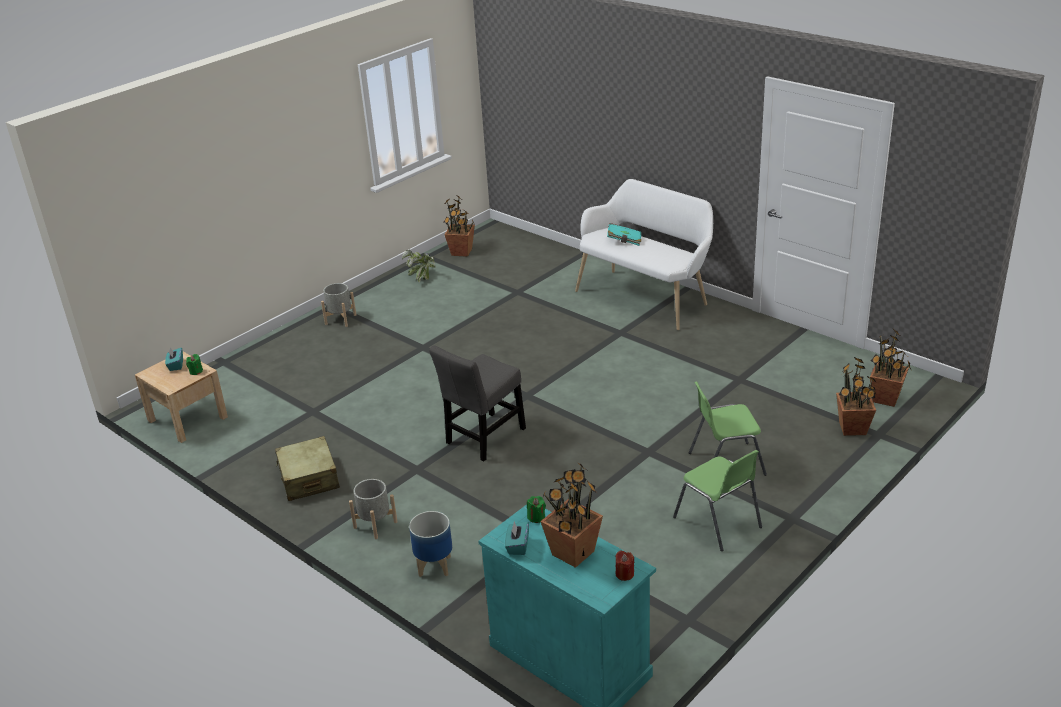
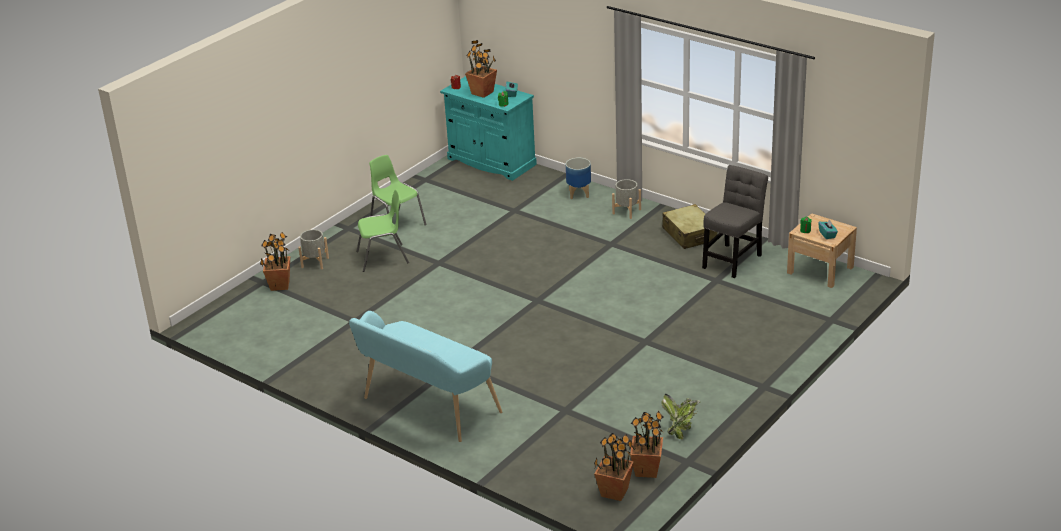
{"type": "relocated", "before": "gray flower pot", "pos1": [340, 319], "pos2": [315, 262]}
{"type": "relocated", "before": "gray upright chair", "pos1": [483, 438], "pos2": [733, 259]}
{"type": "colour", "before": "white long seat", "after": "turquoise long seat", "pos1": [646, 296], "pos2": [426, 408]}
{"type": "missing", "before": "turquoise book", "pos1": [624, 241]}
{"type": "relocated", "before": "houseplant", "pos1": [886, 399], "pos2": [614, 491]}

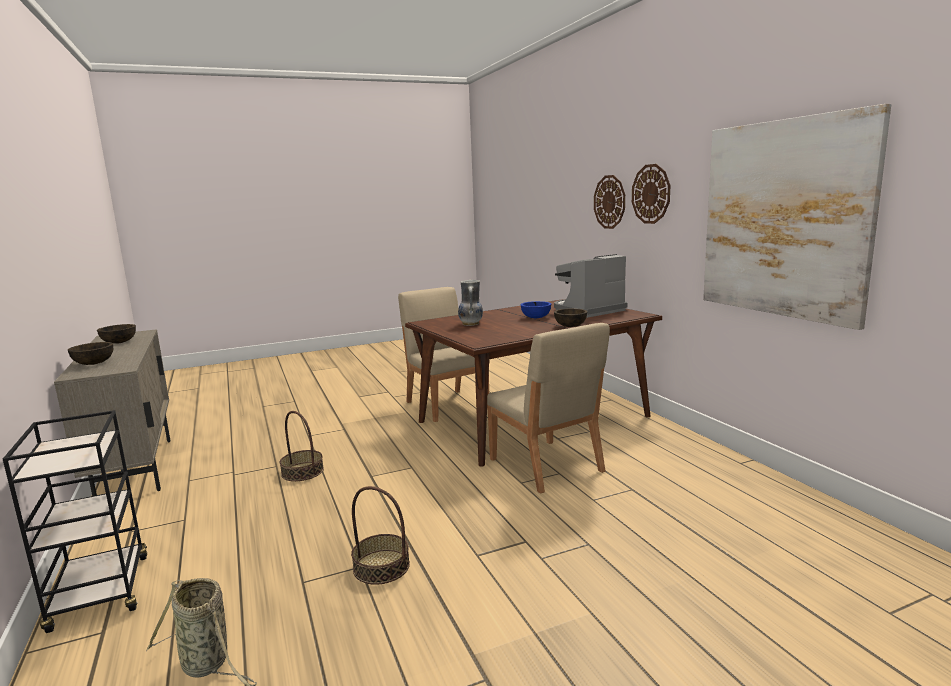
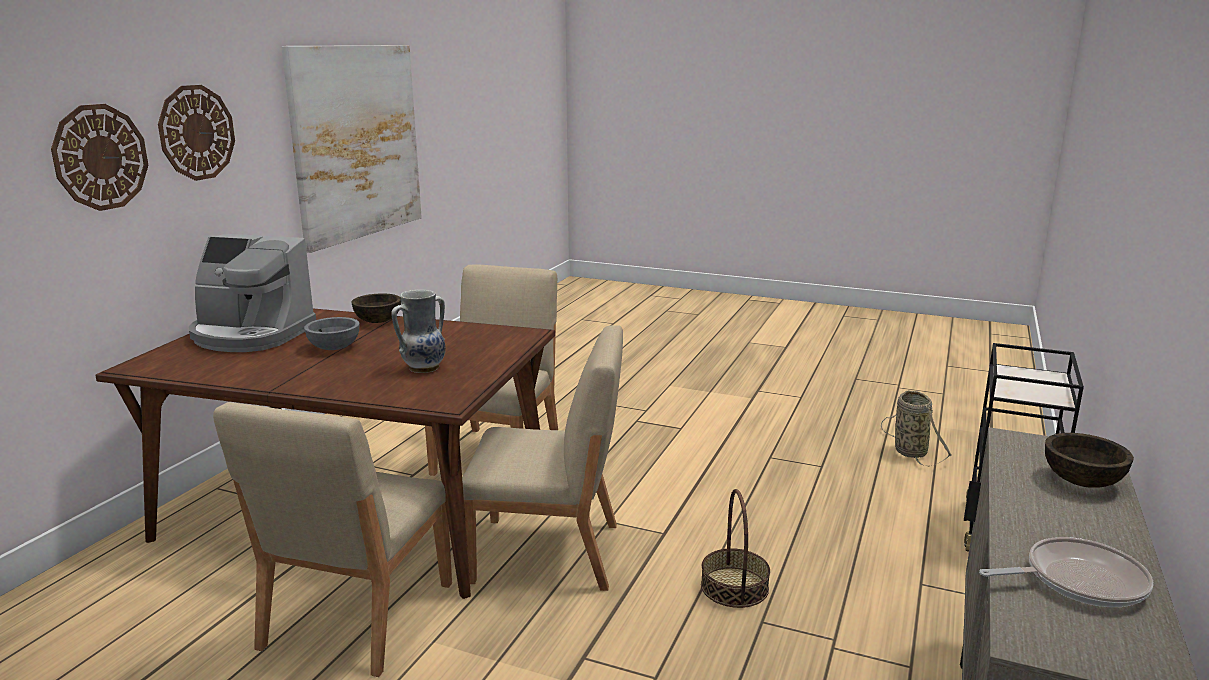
{"type": "exchanged", "before": "brown bowl", "after": "frying pan", "pos1": [119, 342], "pos2": [1078, 581]}
{"type": "missing", "before": "household basket", "pos1": [381, 567]}
{"type": "colour", "before": "blue bowl", "after": "gray bowl", "pos1": [536, 317], "pos2": [334, 347]}
{"type": "appeared", "after": "beige upright chair", "pos2": [548, 553]}

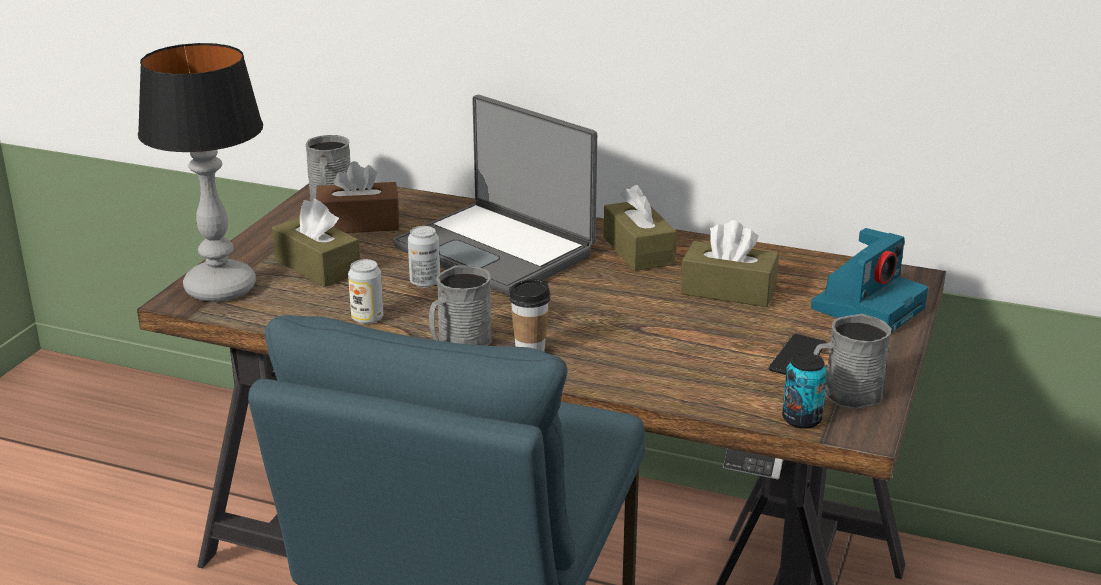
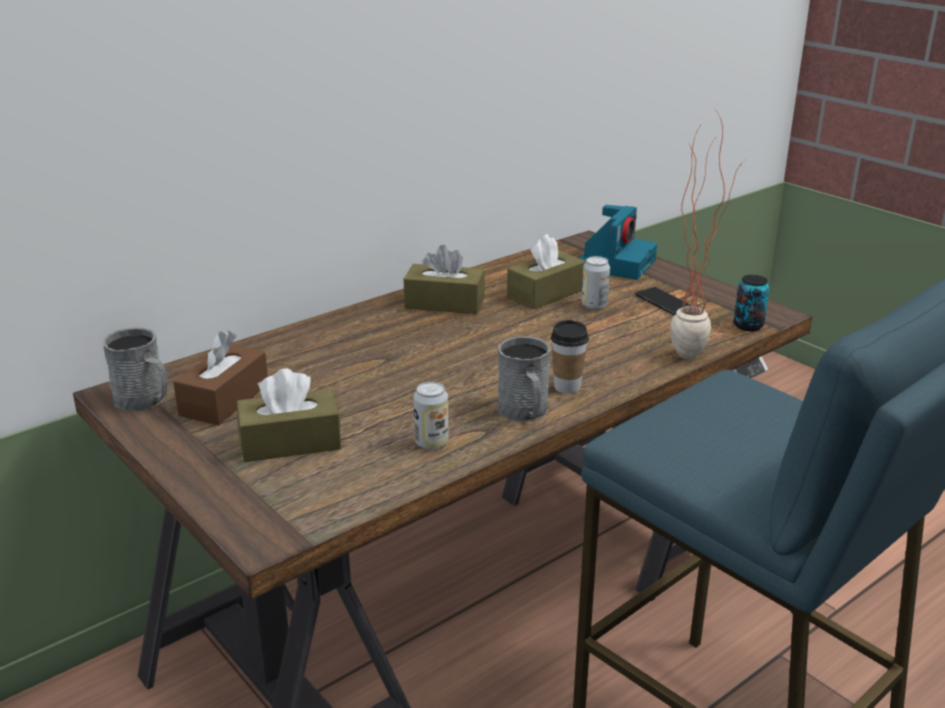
{"type": "missing", "before": "lamp for a table", "pos1": [220, 289]}
{"type": "missing", "before": "notebook computer", "pos1": [497, 250]}
{"type": "relocated", "before": "sealed can", "pos1": [425, 282], "pos2": [594, 305]}
{"type": "spun", "before": "still camera", "pos1": [868, 307], "pos2": [615, 263], "turn": 45}
{"type": "missing", "before": "gray tea mug", "pos1": [844, 395]}
{"type": "appeared", "after": "houseplant", "pos2": [694, 351]}

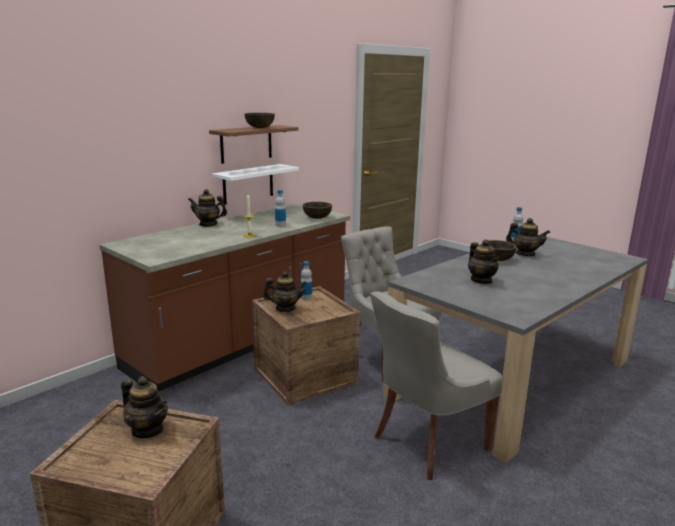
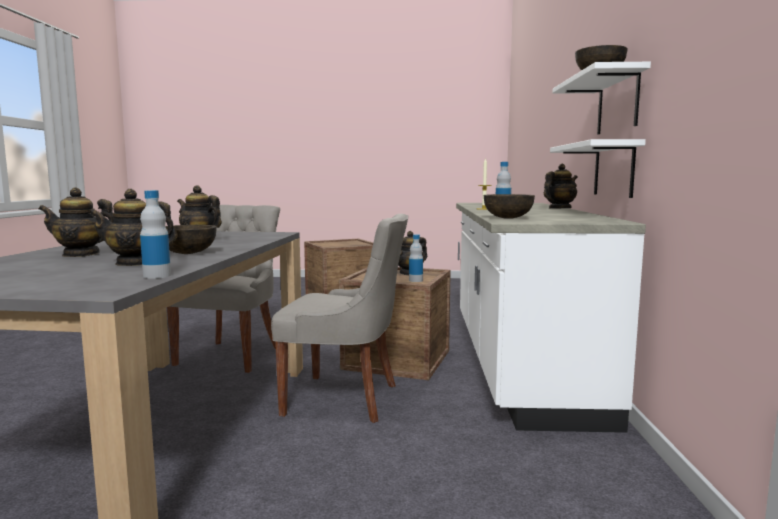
{"type": "colour", "before": "brown kitchen counter", "after": "white kitchen counter", "pos1": [242, 341], "pos2": [518, 363]}
{"type": "relocated", "before": "pot for tea", "pos1": [148, 430], "pos2": [81, 254]}
{"type": "colour", "before": "brown bracket shelf", "after": "white bracket shelf", "pos1": [246, 144], "pos2": [617, 103]}

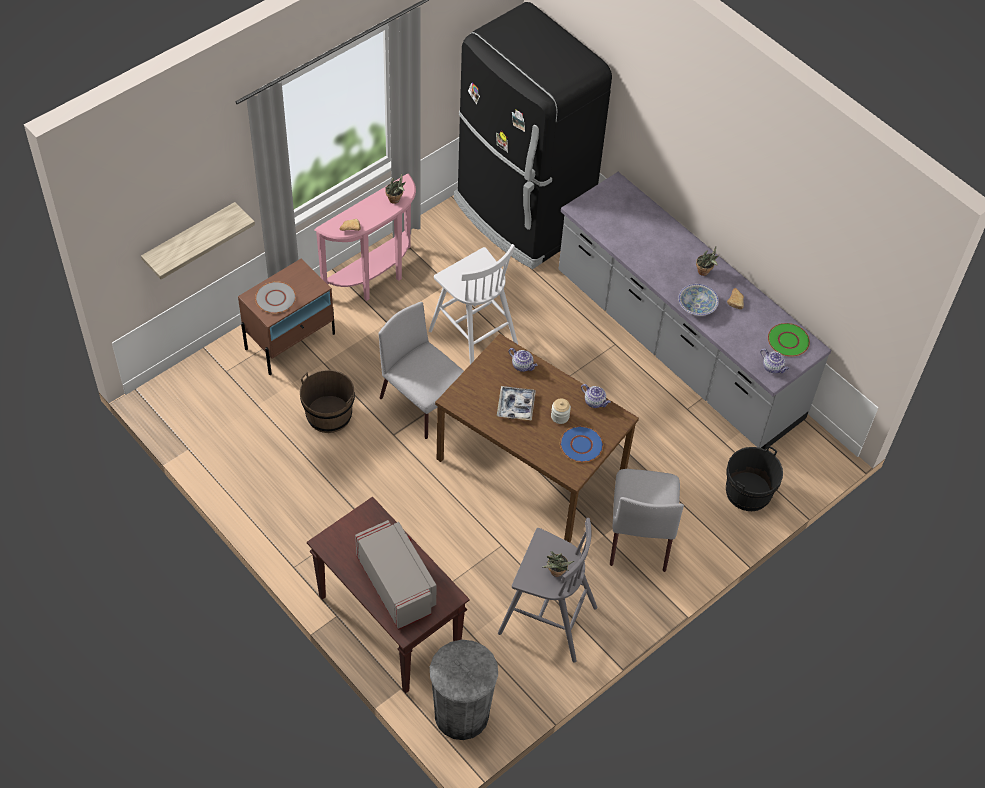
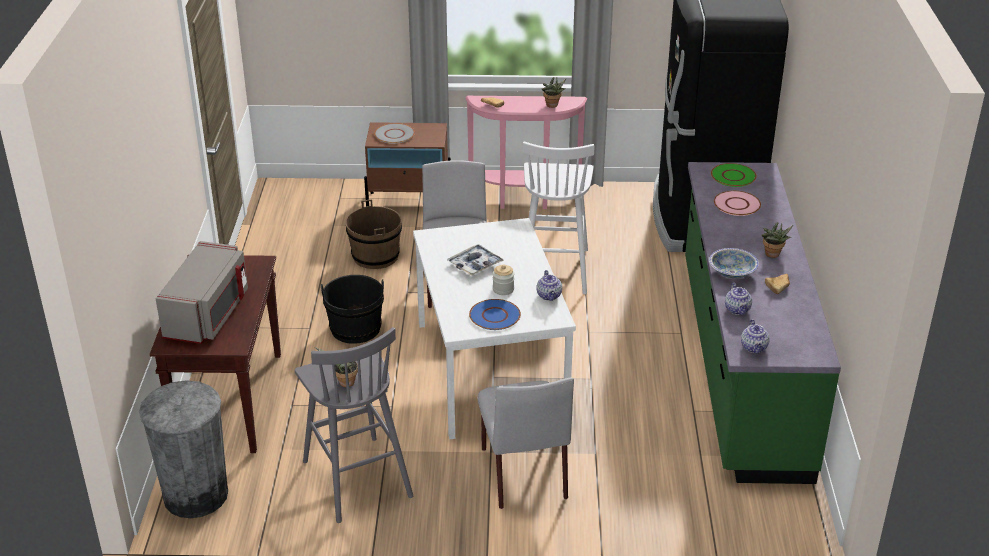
{"type": "missing", "before": "bracket shelf", "pos1": [190, 239]}
{"type": "colour", "before": "brown dinner table", "after": "white dinner table", "pos1": [532, 467], "pos2": [491, 371]}
{"type": "relocated", "before": "pot for tea", "pos1": [523, 365], "pos2": [738, 310]}
{"type": "colour", "before": "gray kitchen counter", "after": "green-coloured kitchen counter", "pos1": [677, 347], "pos2": [740, 364]}
{"type": "spun", "before": "gray upright chair", "pos1": [639, 536], "pos2": [523, 472], "turn": -60}
{"type": "relocated", "before": "black pail", "pos1": [748, 492], "pos2": [355, 329]}
{"type": "relocated", "before": "green-coloured dinner plate", "pos1": [788, 340], "pos2": [733, 176]}
{"type": "appeared", "after": "pinkish dinner plate", "pos2": [736, 204]}

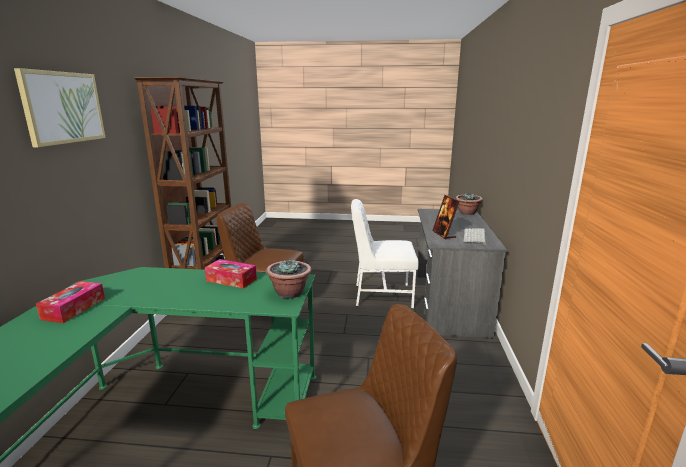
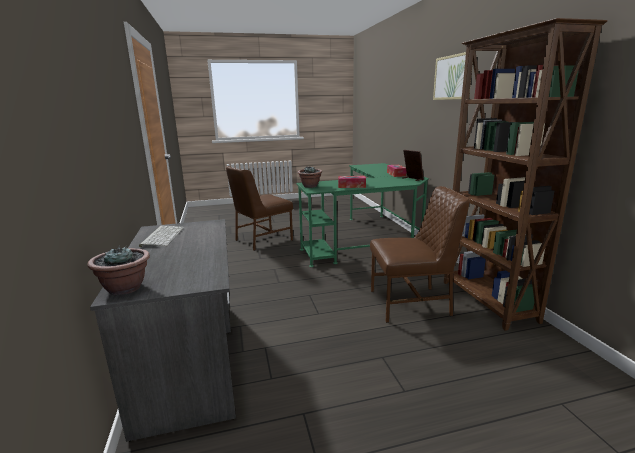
{"type": "missing", "before": "white upright chair", "pos1": [381, 295]}
{"type": "relocated", "before": "photo frame", "pos1": [444, 234], "pos2": [412, 179]}

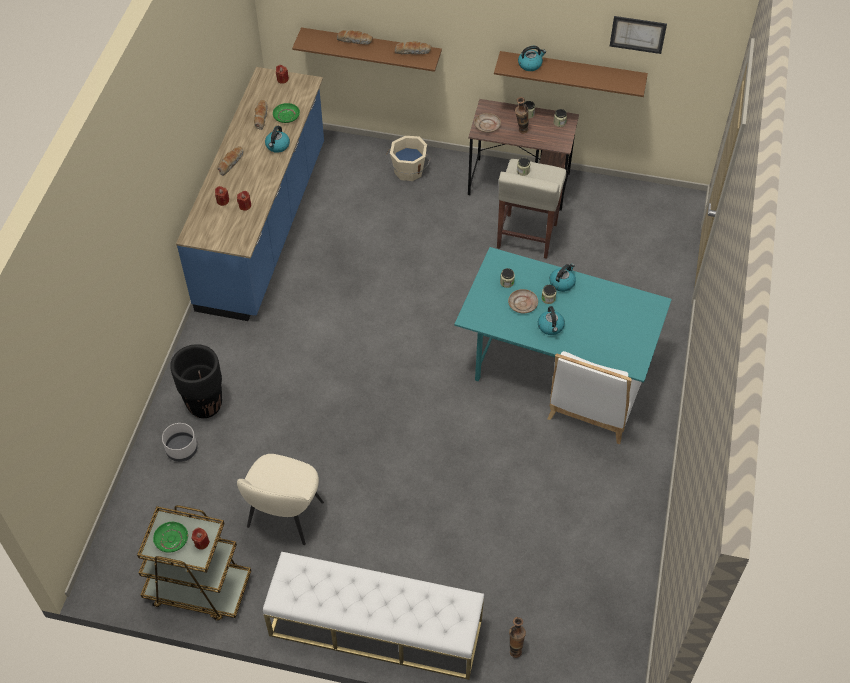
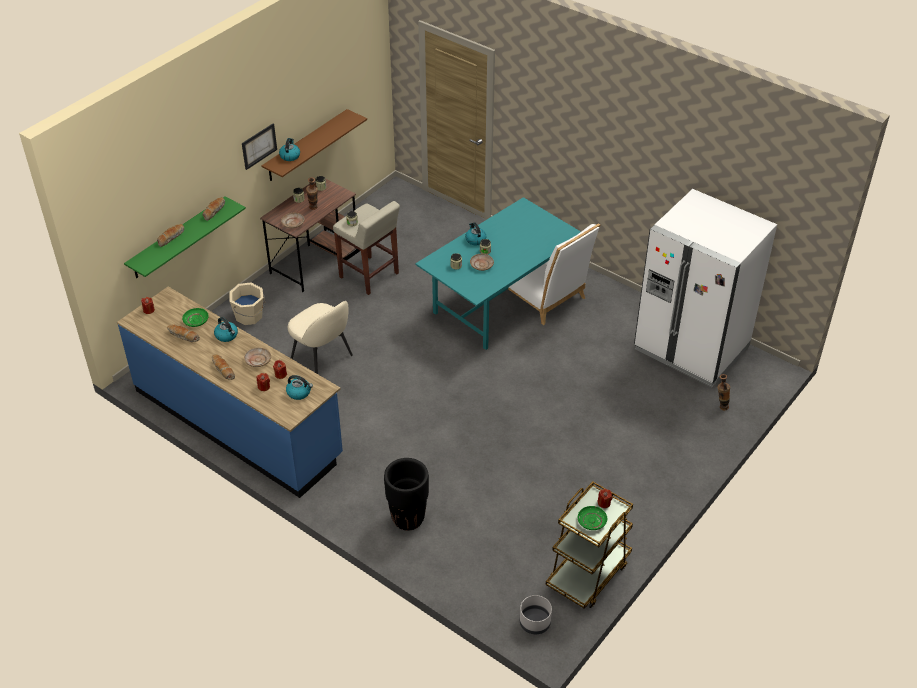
{"type": "relocated", "before": "gray flower pot", "pos1": [181, 449], "pos2": [534, 623]}
{"type": "relocated", "before": "beige upright chair", "pos1": [284, 516], "pos2": [322, 359]}
{"type": "missing", "before": "white long seat", "pos1": [375, 628]}
{"type": "colour", "before": "brown bracket shelf", "after": "green-coloured bracket shelf", "pos1": [371, 48], "pos2": [177, 238]}
{"type": "relocated", "before": "water kettle", "pos1": [551, 327], "pos2": [299, 392]}
{"type": "relocated", "before": "picture", "pos1": [637, 34], "pos2": [259, 146]}
{"type": "appeared", "after": "beige dinner plate", "pos2": [258, 360]}
{"type": "appeared", "after": "white fridge", "pos2": [691, 348]}

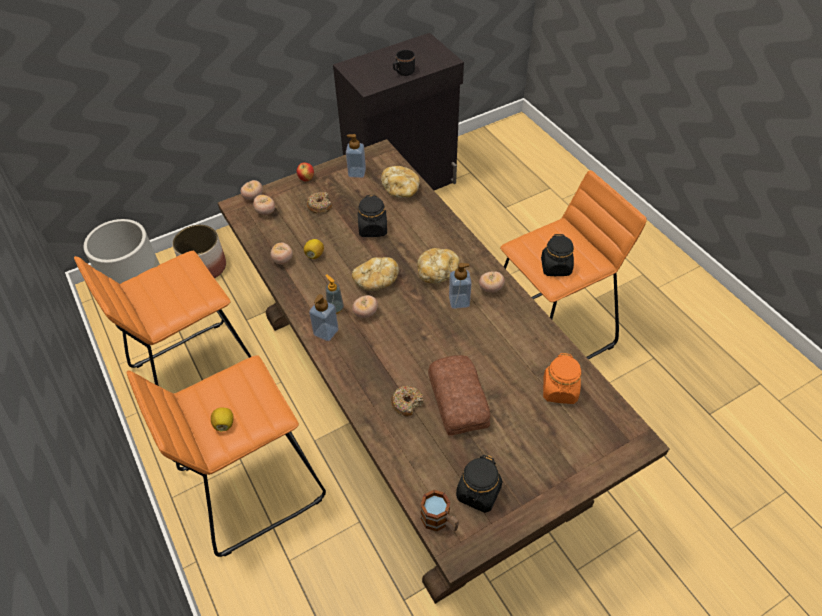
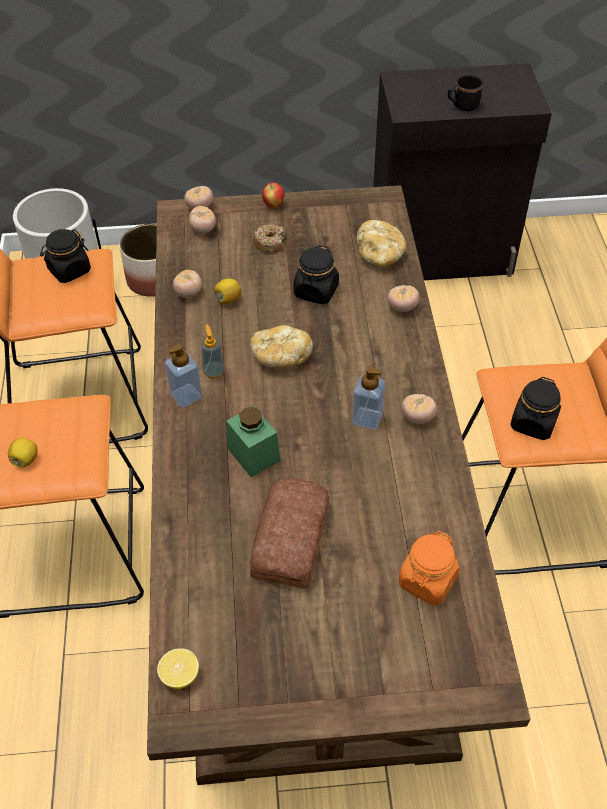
{"type": "missing", "before": "soap dispenser", "pos1": [357, 172]}
{"type": "relocated", "before": "whole tomato", "pos1": [365, 313], "pos2": [402, 307]}
{"type": "missing", "before": "doughnut", "pos1": [407, 403]}
{"type": "missing", "before": "baked bread", "pos1": [437, 272]}
{"type": "exchanged", "before": "tea mug", "after": "lemon", "pos1": [440, 521], "pos2": [180, 675]}
{"type": "relocated", "before": "black jar", "pos1": [478, 493], "pos2": [69, 270]}
{"type": "appeared", "after": "green-coloured jar", "pos2": [253, 454]}

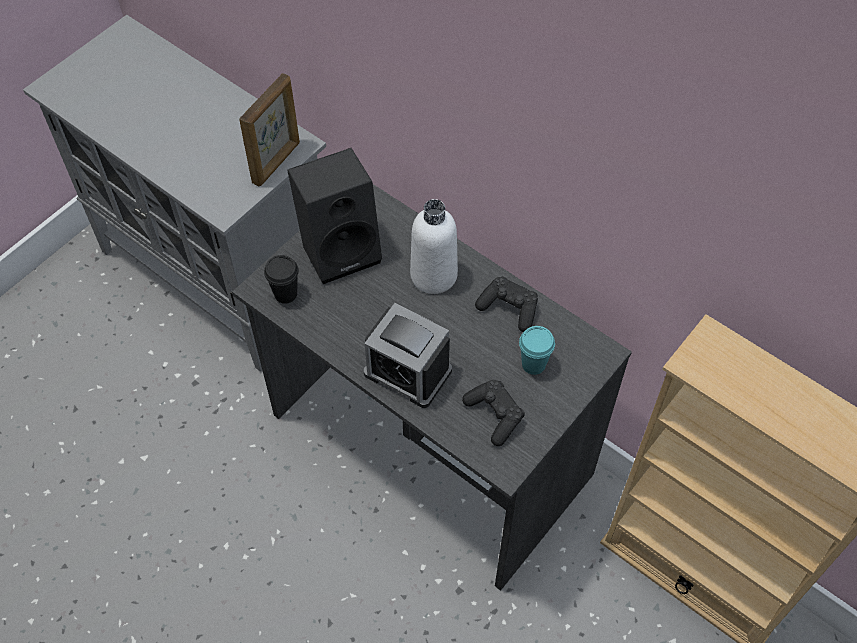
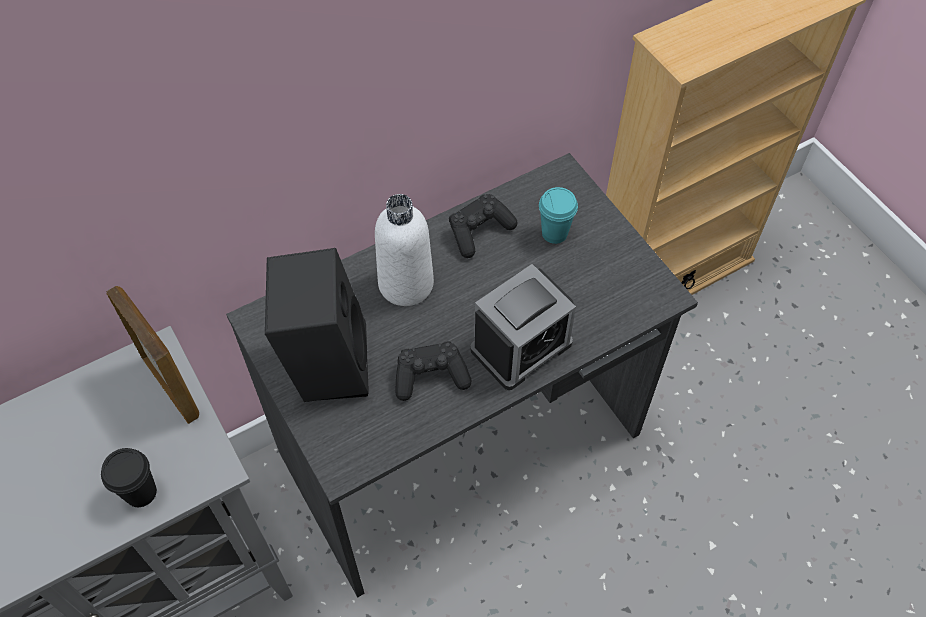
{"type": "relocated", "before": "black small cup", "pos1": [285, 294], "pos2": [141, 492]}
{"type": "relocated", "before": "black gamepad", "pos1": [494, 415], "pos2": [430, 376]}

